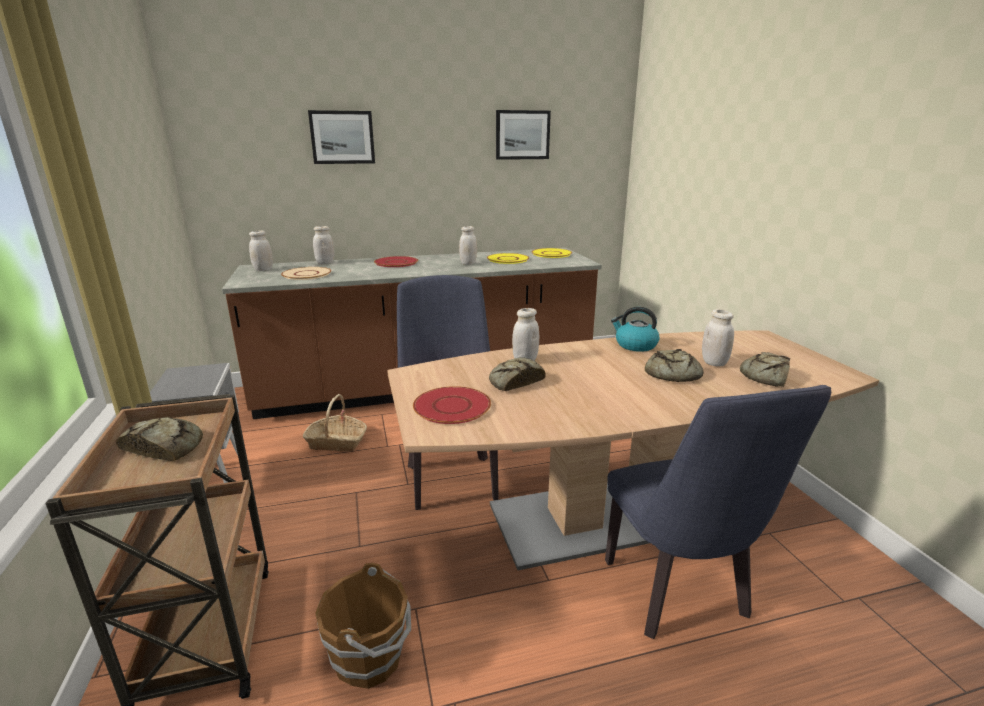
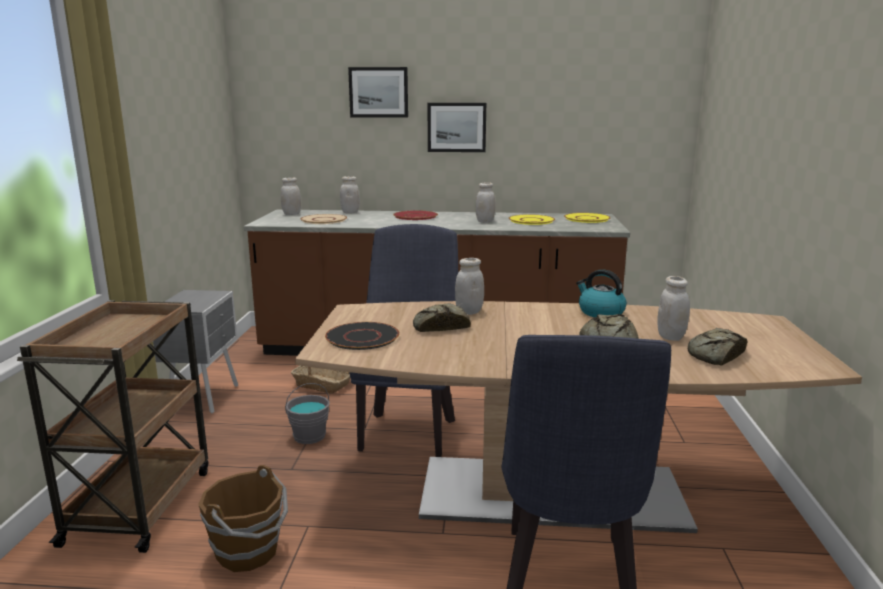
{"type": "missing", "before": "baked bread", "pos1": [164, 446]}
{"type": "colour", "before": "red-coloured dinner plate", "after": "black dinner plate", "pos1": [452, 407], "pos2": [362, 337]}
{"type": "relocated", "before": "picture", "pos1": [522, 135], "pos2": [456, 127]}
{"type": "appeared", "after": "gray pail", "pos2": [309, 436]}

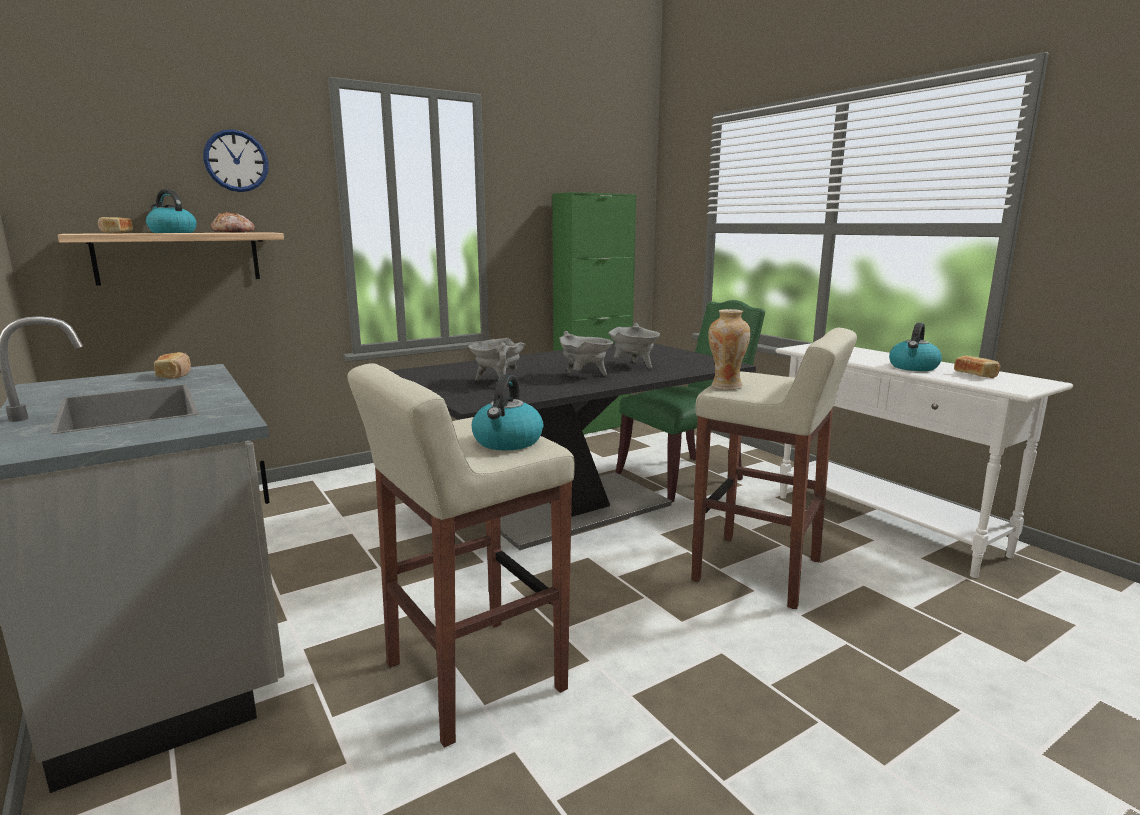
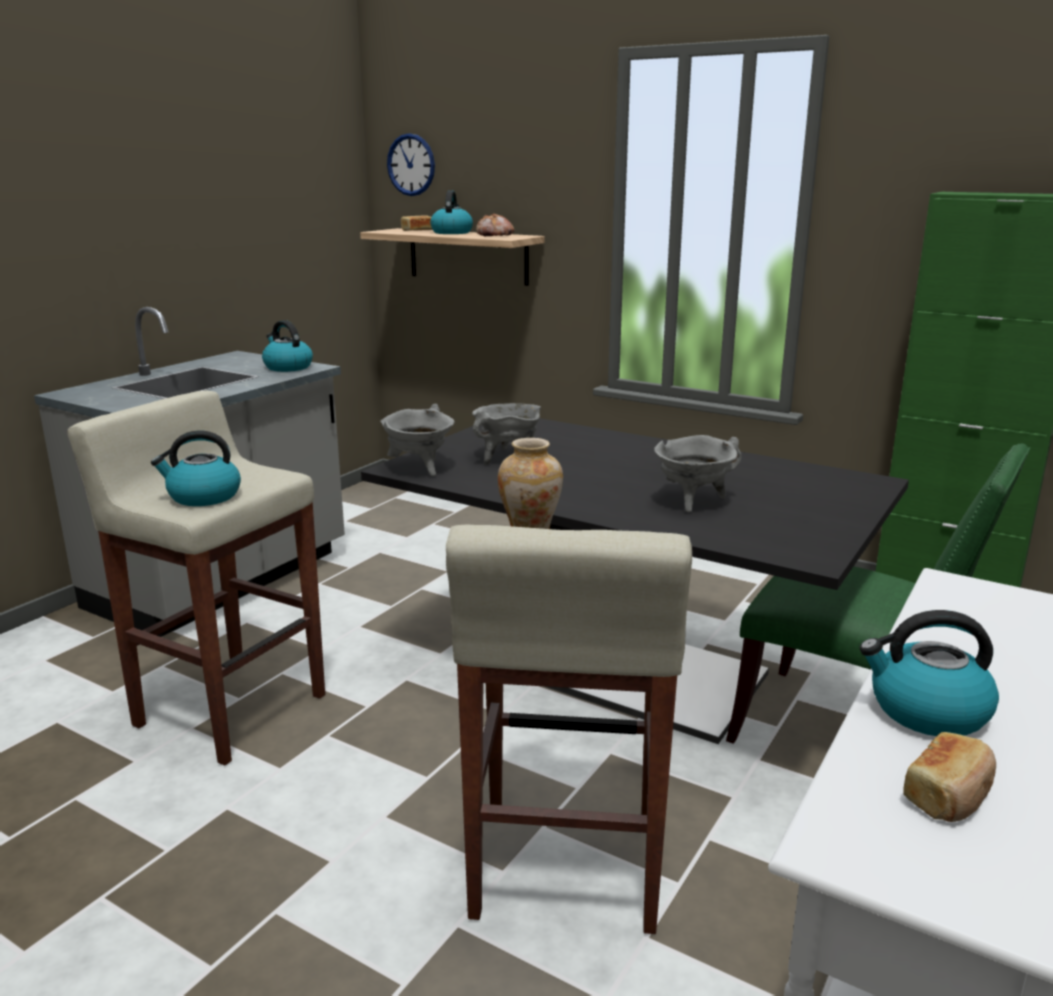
{"type": "exchanged", "before": "baked bread", "after": "water kettle", "pos1": [175, 375], "pos2": [287, 367]}
{"type": "relocated", "before": "wall clock", "pos1": [236, 161], "pos2": [411, 165]}
{"type": "relocated", "before": "gray cooking pot", "pos1": [584, 376], "pos2": [419, 469]}

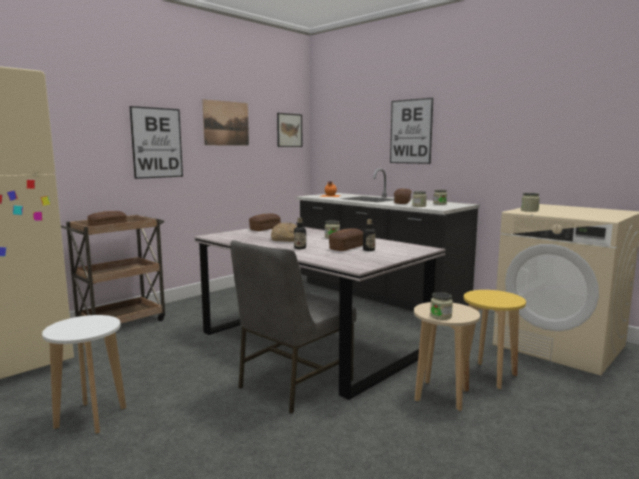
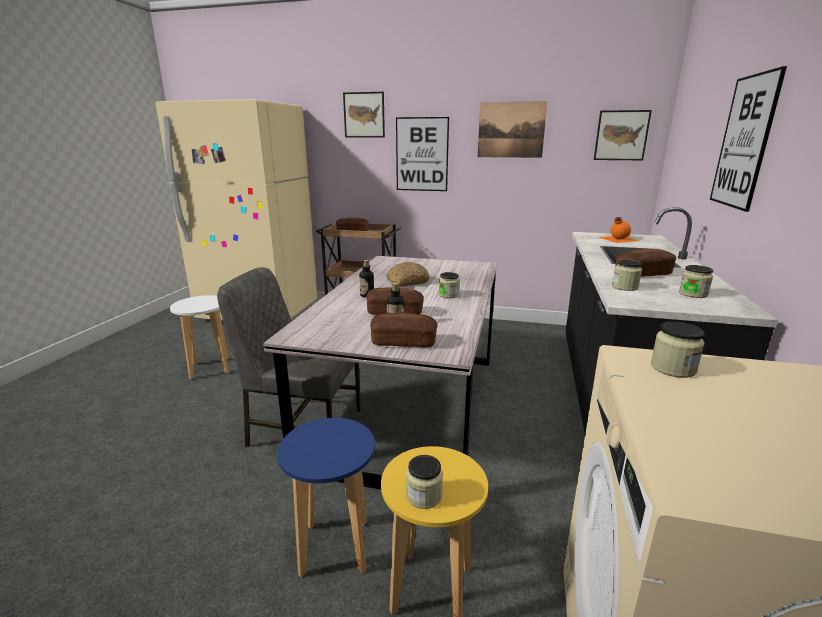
{"type": "relocated", "before": "baked bread", "pos1": [265, 229], "pos2": [403, 342]}
{"type": "colour", "before": "beige stool", "after": "blue stool", "pos1": [442, 396], "pos2": [335, 548]}
{"type": "relocated", "before": "jar", "pos1": [441, 316], "pos2": [424, 496]}
{"type": "appeared", "after": "picture", "pos2": [364, 115]}

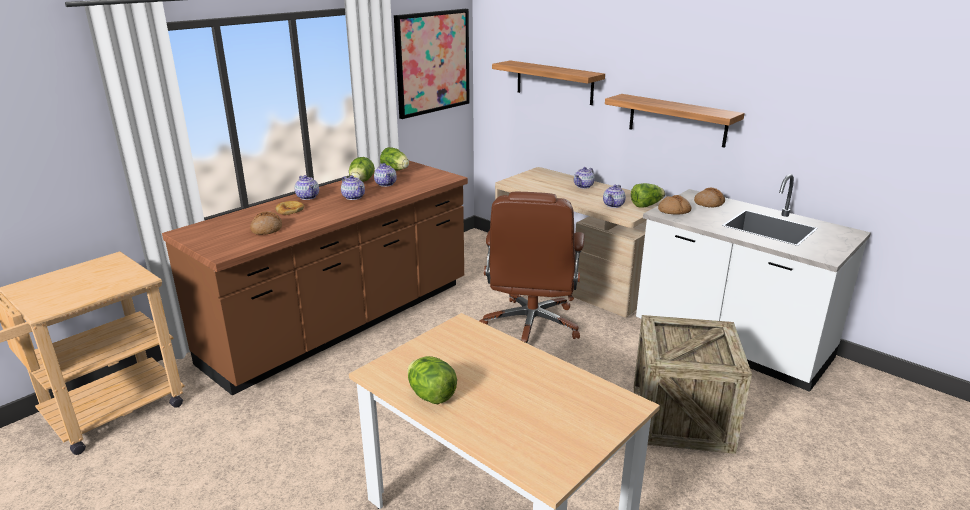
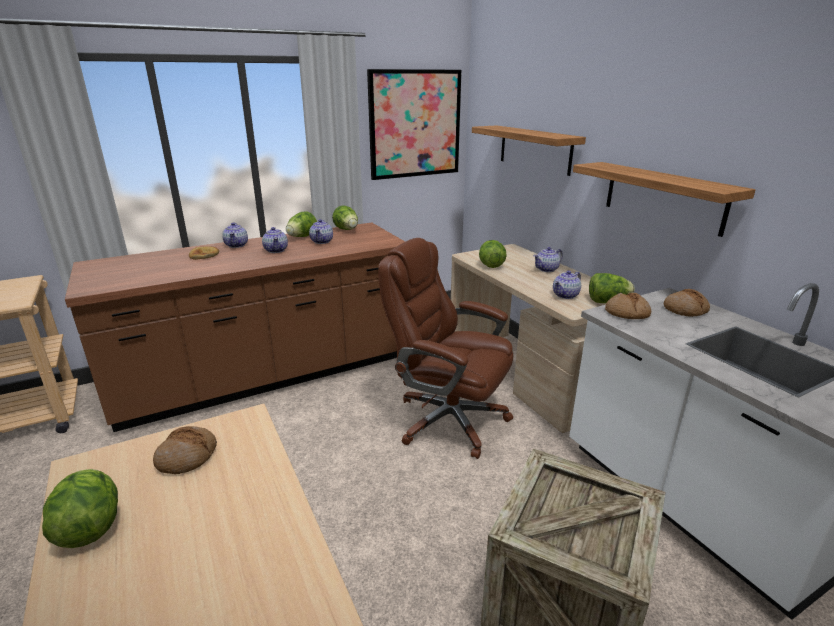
{"type": "relocated", "before": "baked bread", "pos1": [266, 229], "pos2": [187, 456]}
{"type": "spun", "before": "brown computer chair", "pos1": [531, 325], "pos2": [448, 419], "turn": 90}
{"type": "appeared", "after": "head of lettuce", "pos2": [491, 265]}

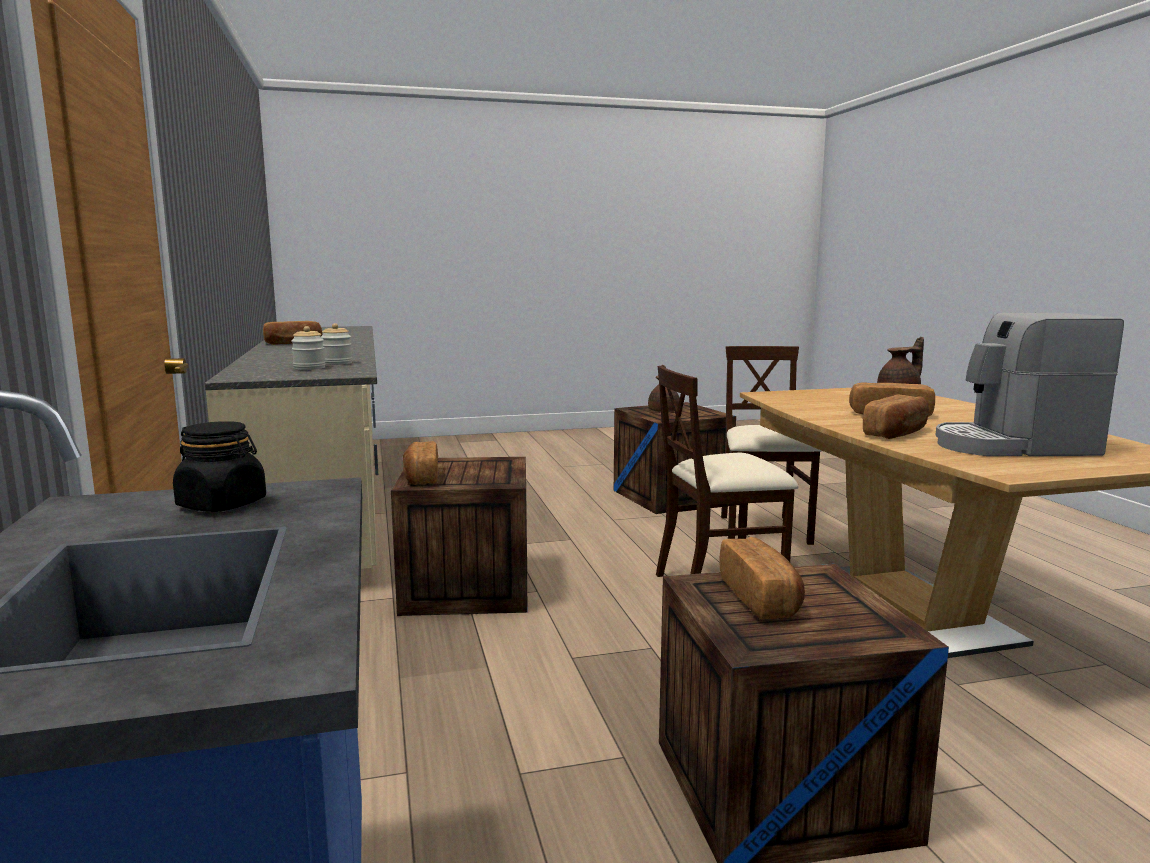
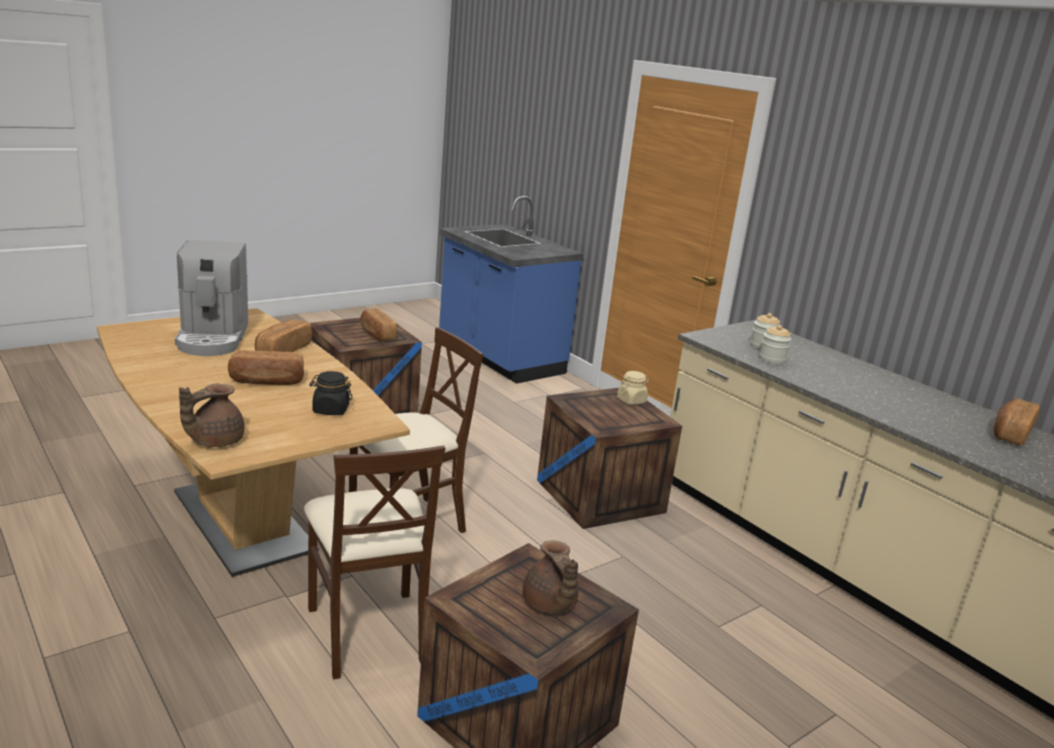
{"type": "relocated", "before": "black jar", "pos1": [222, 504], "pos2": [330, 410]}
{"type": "exchanged", "before": "baked bread", "after": "beige jar", "pos1": [421, 477], "pos2": [631, 400]}
{"type": "spun", "before": "coffee machine", "pos1": [1013, 446], "pos2": [213, 338], "turn": 105}

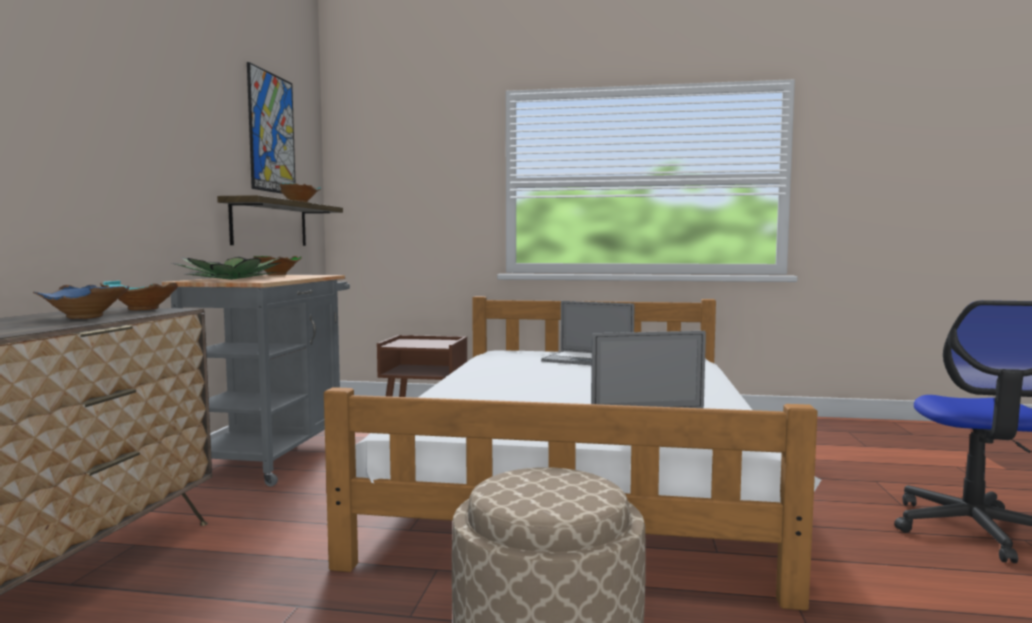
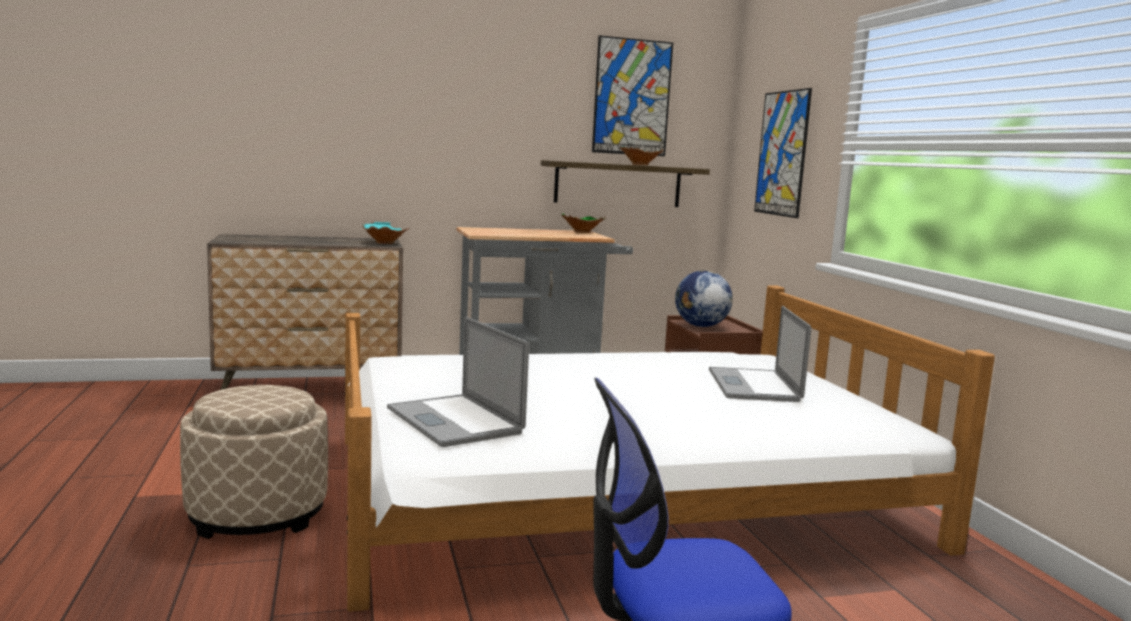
{"type": "missing", "before": "blue bowl", "pos1": [87, 317]}
{"type": "missing", "before": "houseplant", "pos1": [231, 279]}
{"type": "appeared", "after": "desk globe", "pos2": [700, 326]}
{"type": "appeared", "after": "picture", "pos2": [782, 153]}

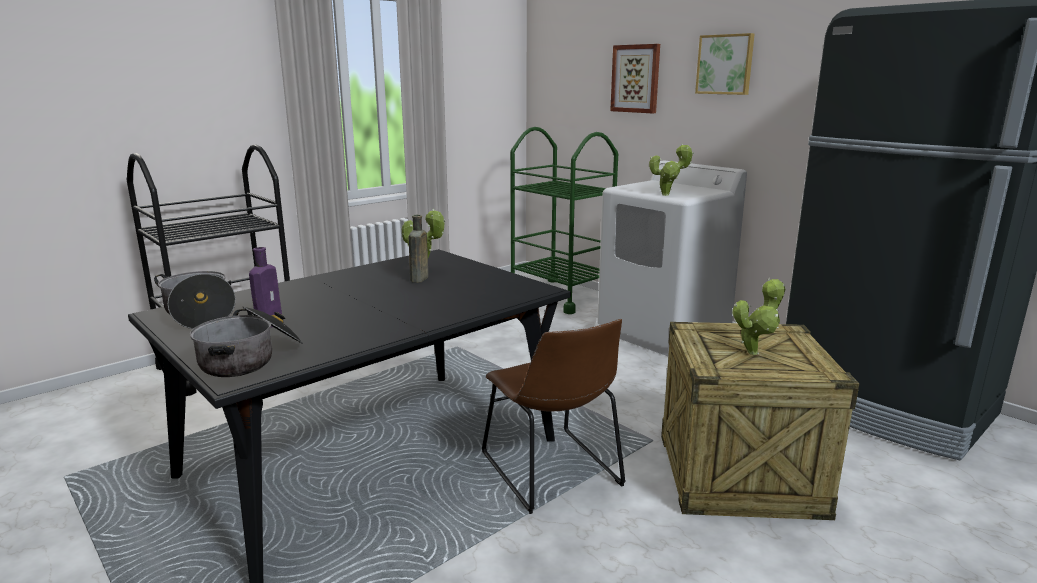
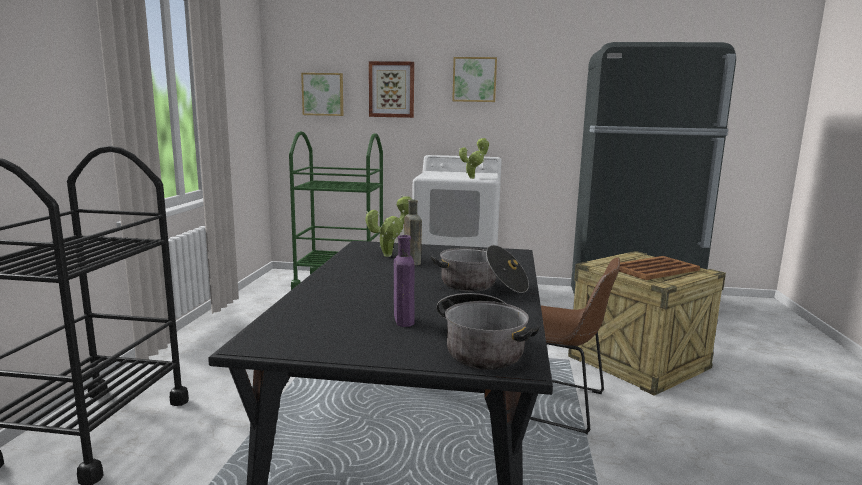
{"type": "relocated", "before": "cooking pot", "pos1": [199, 314], "pos2": [481, 286]}
{"type": "exchanged", "before": "houseplant", "after": "brown tray", "pos1": [755, 352], "pos2": [653, 269]}
{"type": "appeared", "after": "picture", "pos2": [323, 94]}

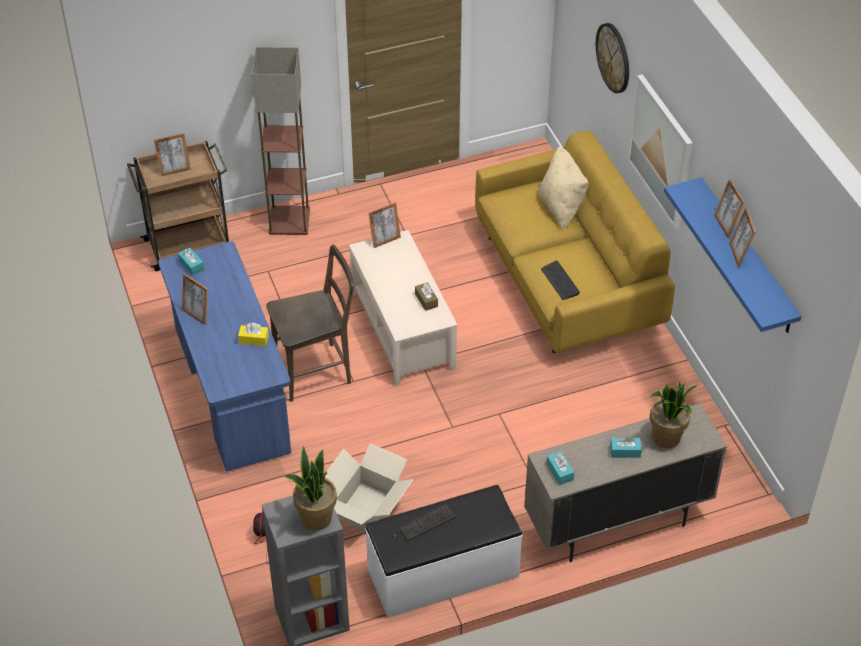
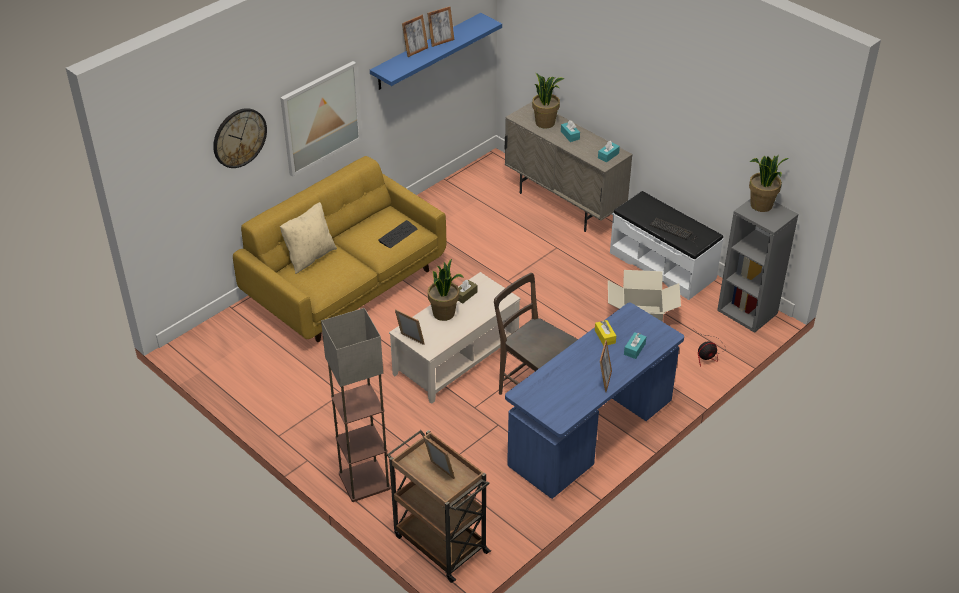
{"type": "relocated", "before": "turquoise tissue box", "pos1": [191, 265], "pos2": [634, 349]}
{"type": "appeared", "after": "houseplant", "pos2": [444, 313]}

